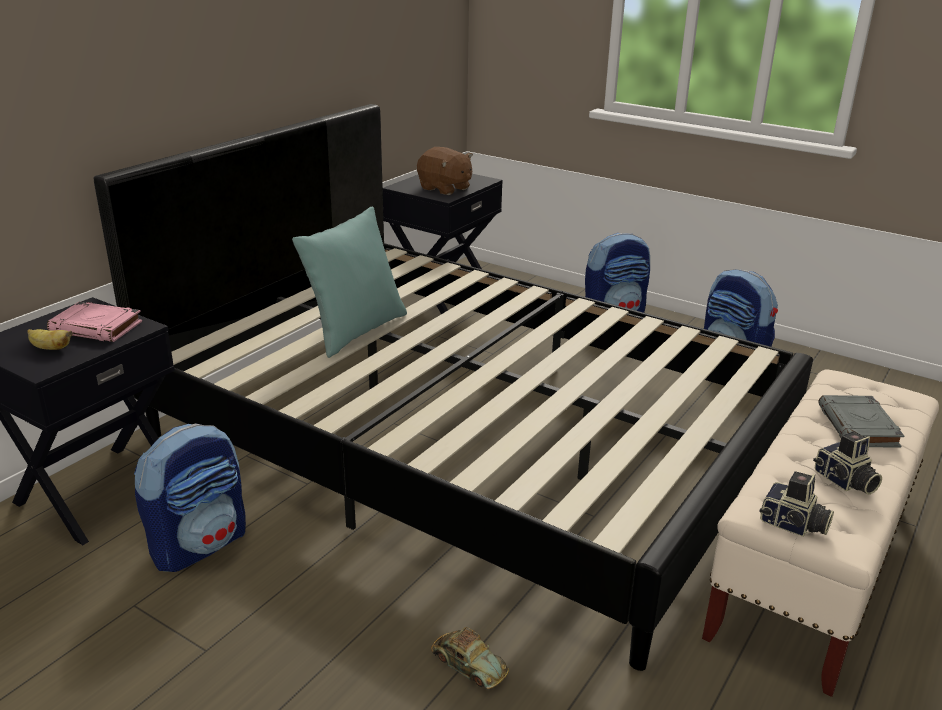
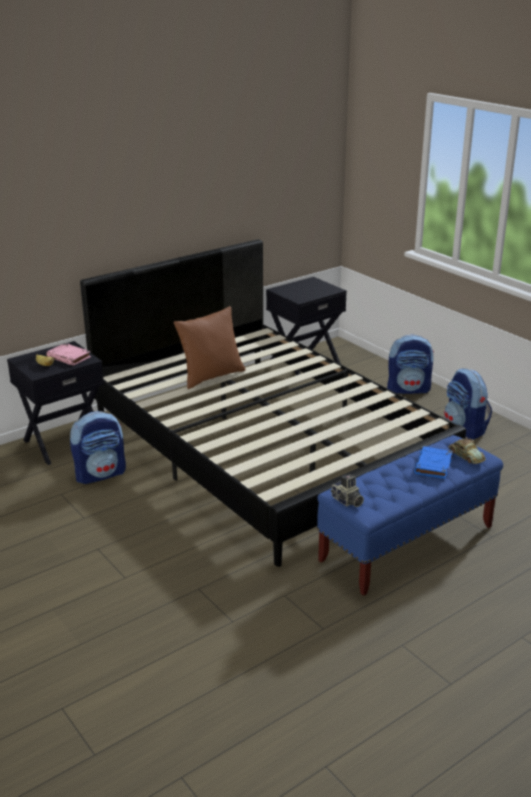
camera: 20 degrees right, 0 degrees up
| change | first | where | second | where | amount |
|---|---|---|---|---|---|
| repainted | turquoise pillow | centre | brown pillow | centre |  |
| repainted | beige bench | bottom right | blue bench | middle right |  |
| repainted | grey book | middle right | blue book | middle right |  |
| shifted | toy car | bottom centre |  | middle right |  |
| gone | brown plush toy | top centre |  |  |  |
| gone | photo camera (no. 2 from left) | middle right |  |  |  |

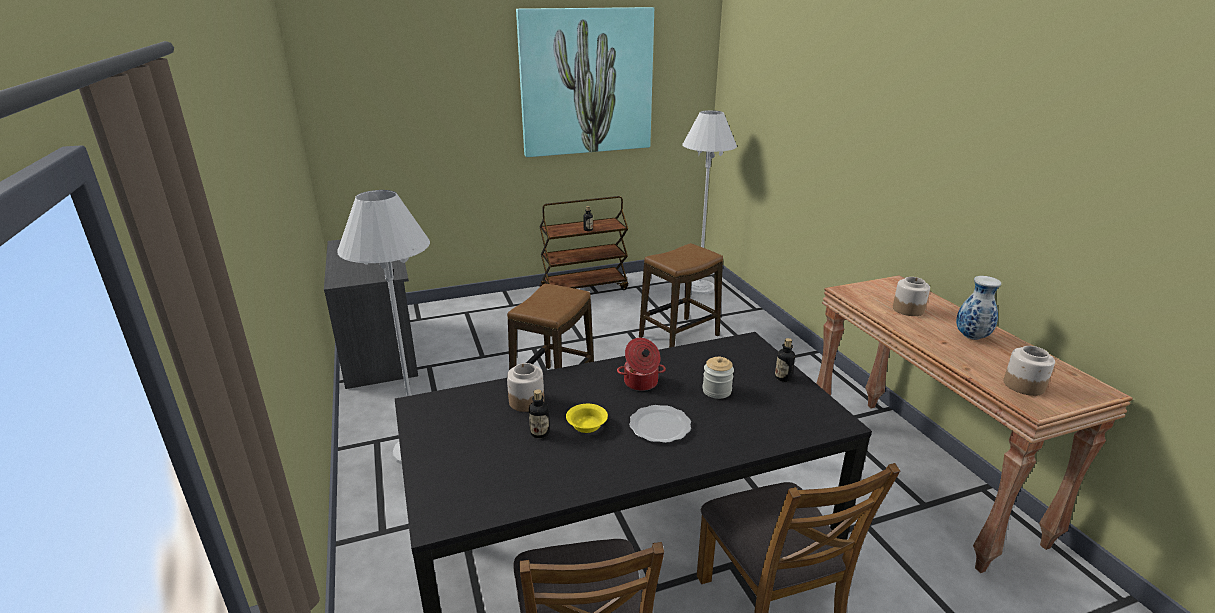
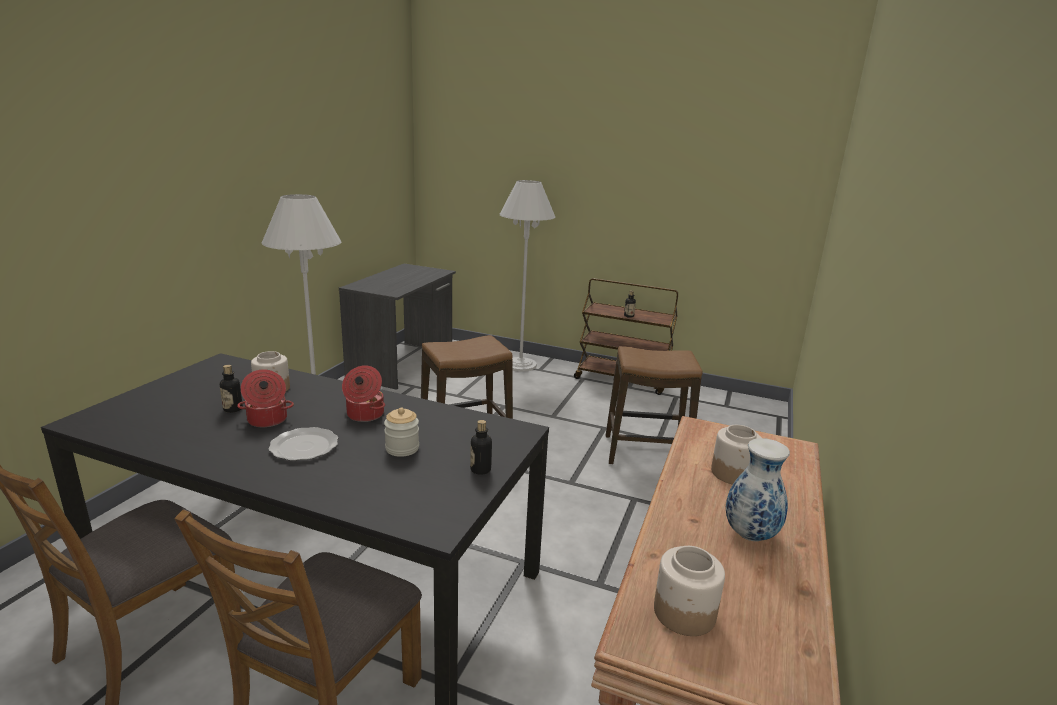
camera: 40 degrees right, 5 degrees down
| change | first | where | second | where | amount |
|---|---|---|---|---|---|
| swapped | yellow bowl | bottom centre | cooking pot (no. 1 from left) | middle left |  |
| shifted | white floor lamp (no. 2 from left) | top centre |  | centre |  |
| gone | picture | top centre |  |  |  |

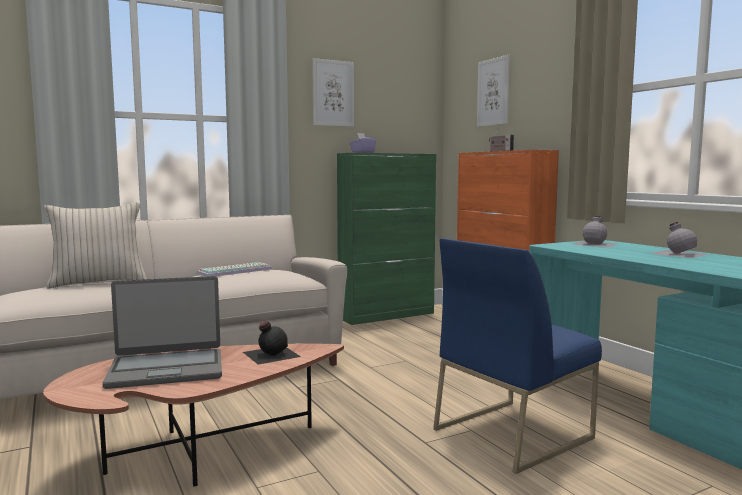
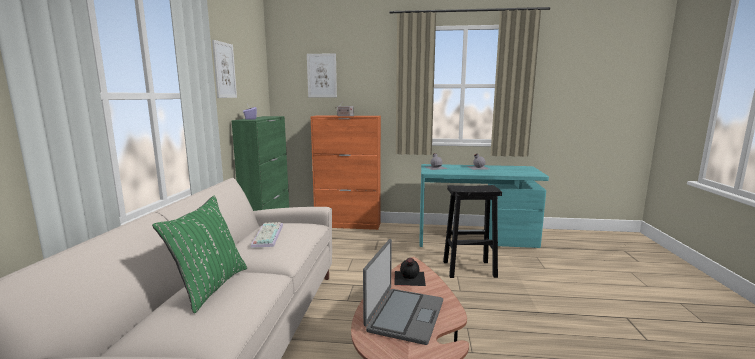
camera: 55 degrees left, 5 degrees up
| change | first | where | second | where | amount |
|---|---|---|---|---|---|
| repainted | beige pillow | middle left | green pillow | bottom left |  |
| swapped | blue chair | bottom right | black stool | centre |  |

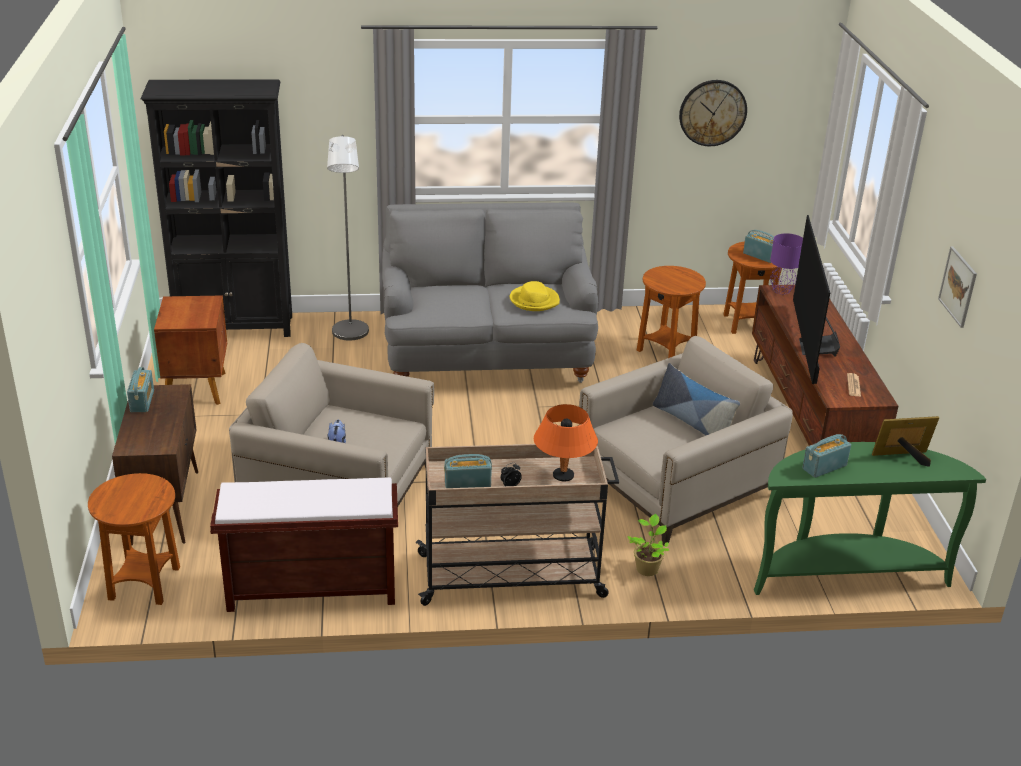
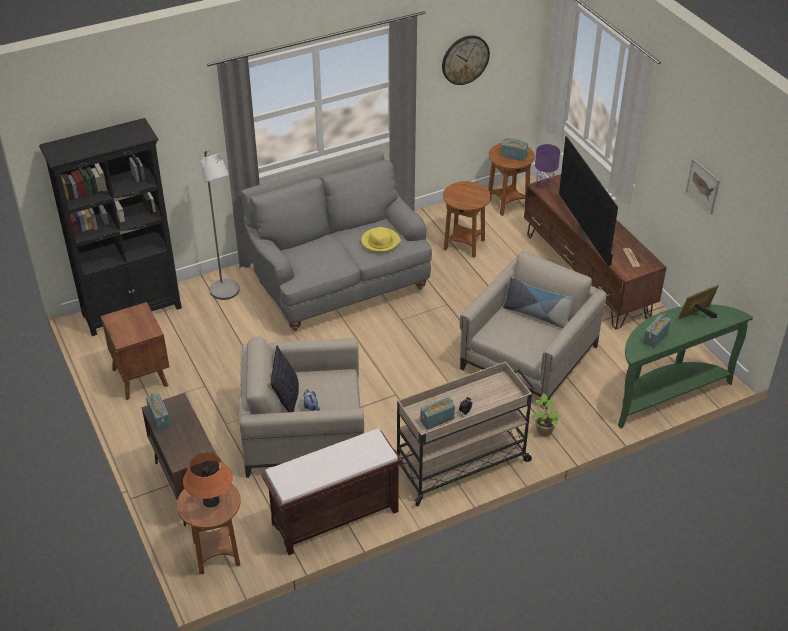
camera: 20 degrees left, 10 degrees up
| change | first | where | second | where | amount |
|---|---|---|---|---|---|
| shifted | orange table lamp | centre |  | bottom left |  |
| new |  |  | pillow (no. 1 from left) | centre |  |

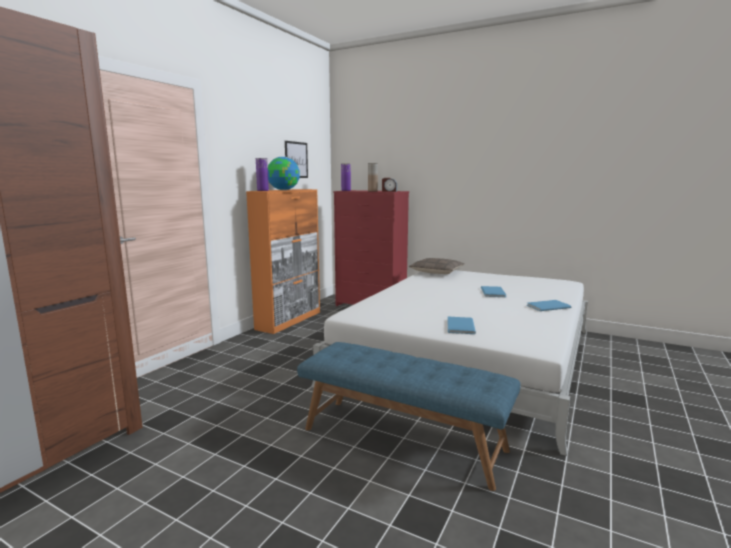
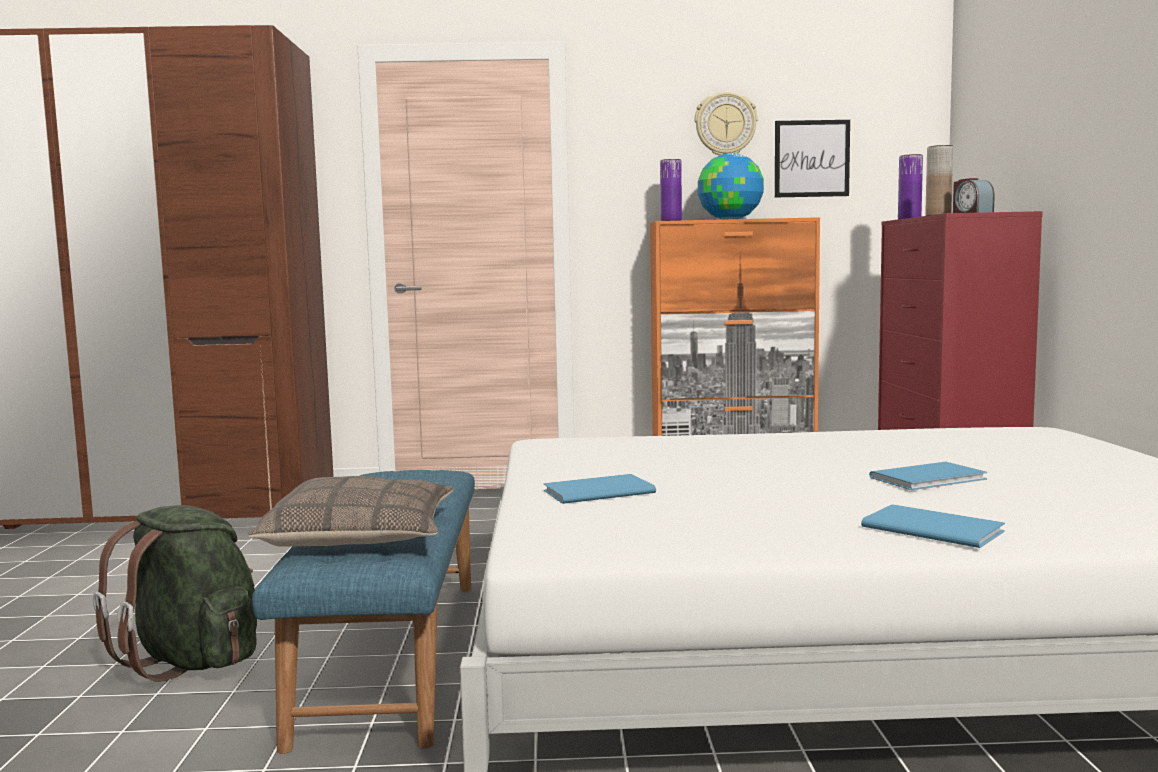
camera: 60 degrees right, 5 degrees down
| change | first | where | second | where | amount |
|---|---|---|---|---|---|
| new |  |  | green backpack | bottom left |  |
| shifted | pillow | centre |  | middle left |  |
| new |  |  | wall clock | top centre |  |

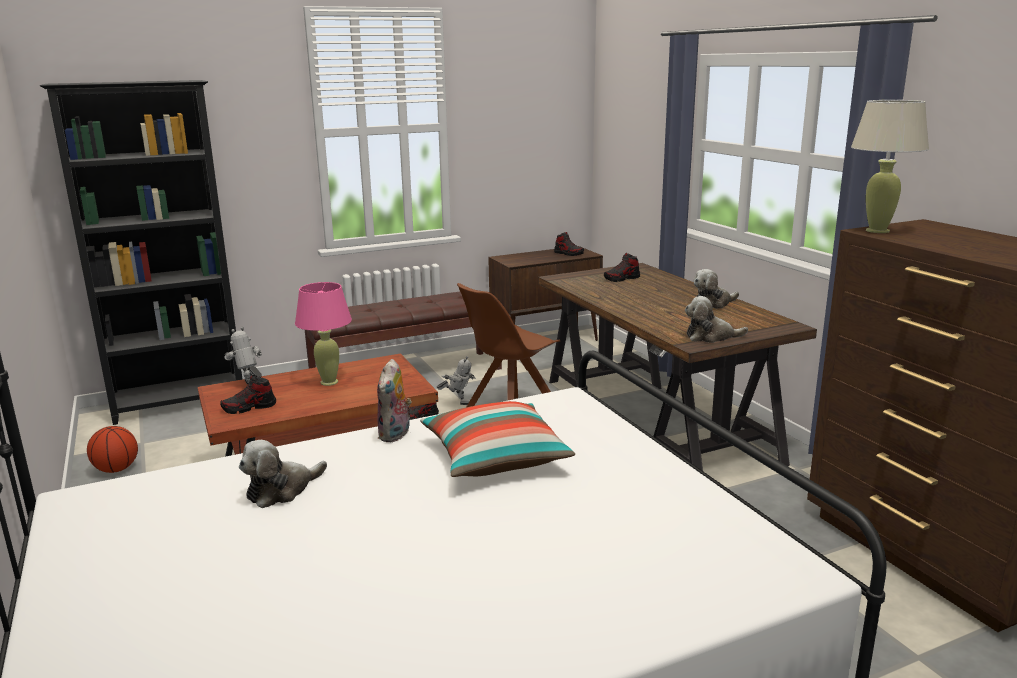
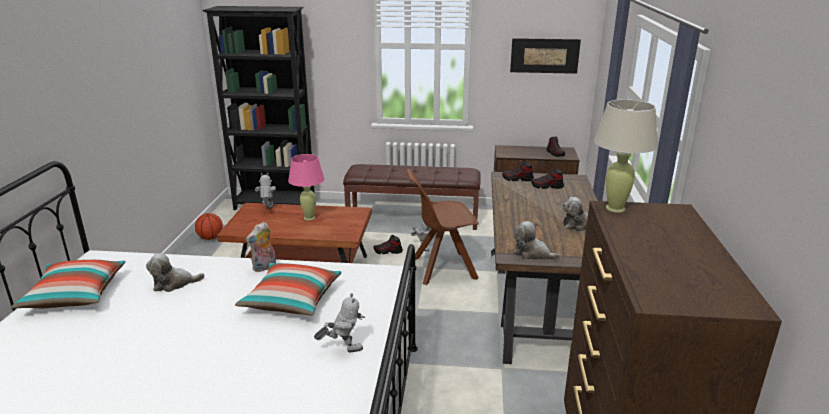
camera: 30 degrees right, 5 degrees up
| change | first | where | second | where | amount |
|---|---|---|---|---|---|
| new |  |  | pillow (no. 1 from left) | bottom left |  |
| new |  |  | toy robot (no. 2 from left) | bottom centre |  |
| shifted | shoe (no. 1 from left in the first image) | middle left | shoe (no. 2 from left) | centre |  |
| new |  |  | picture | top centre |  |

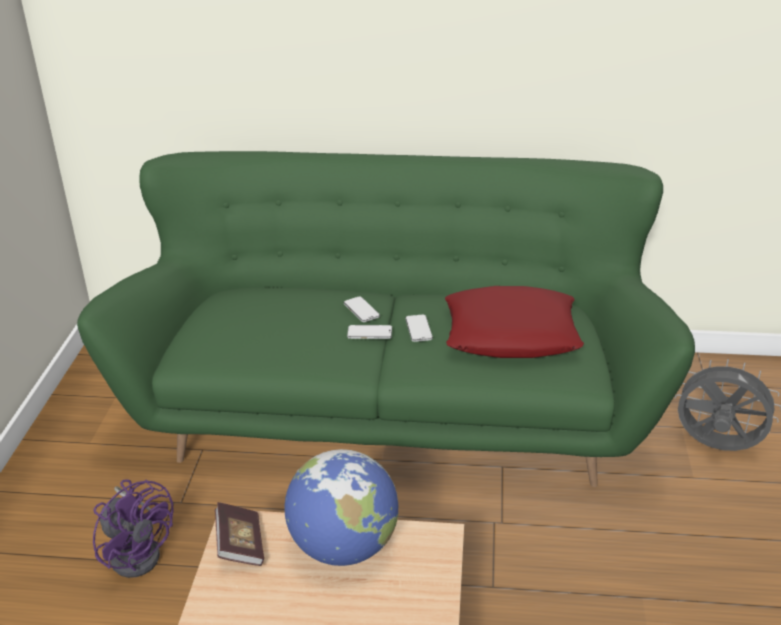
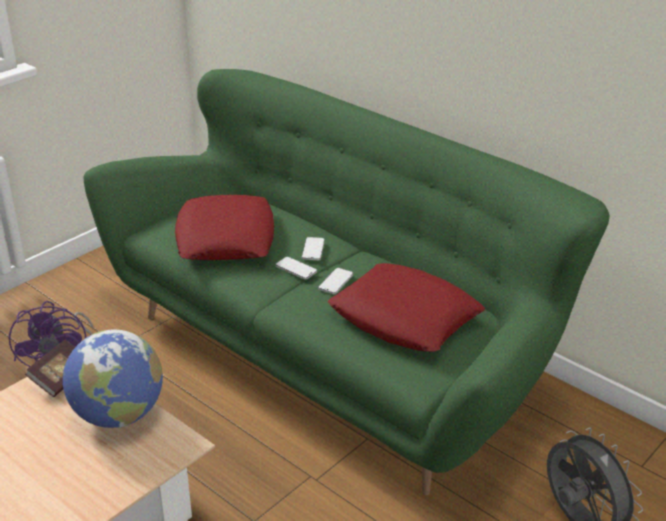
camera: 35 degrees right, 0 degrees up
| change | first | where | second | where | amount |
|---|---|---|---|---|---|
| new |  |  | red pillow (no. 1 from left) | centre |  |

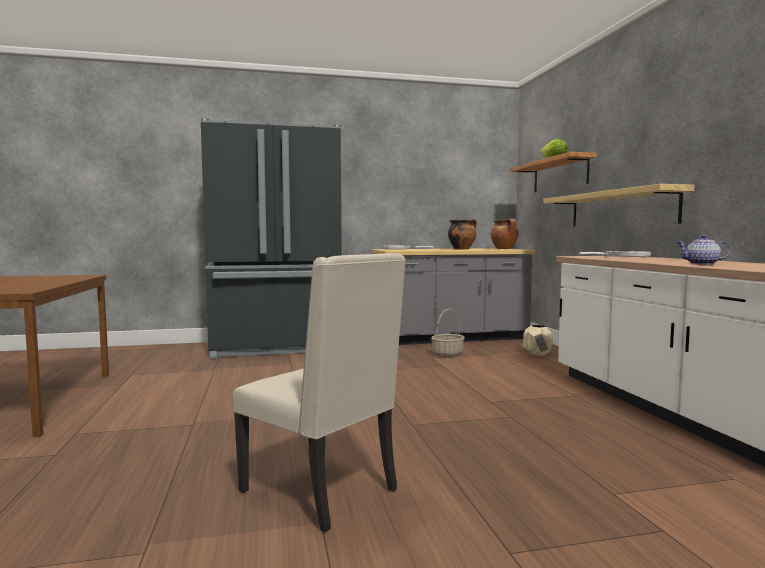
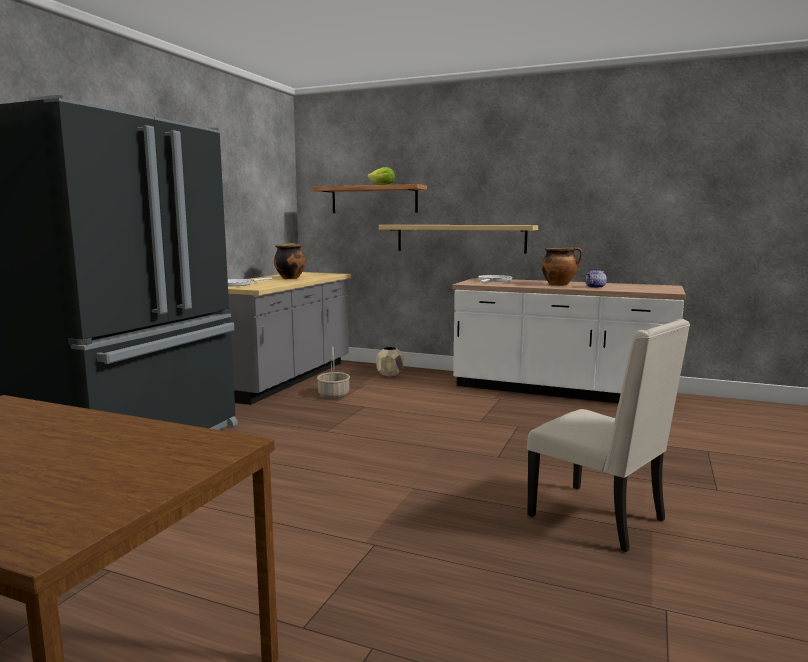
camera: 55 degrees left, 5 degrees up
| change | first | where | second | where | amount |
|---|---|---|---|---|---|
| rotated | beige chair | bottom centre |  | middle right | 60 degrees clockwise |
| shifted | cooking pot (no. 2 from left) | centre |  | middle right |  |

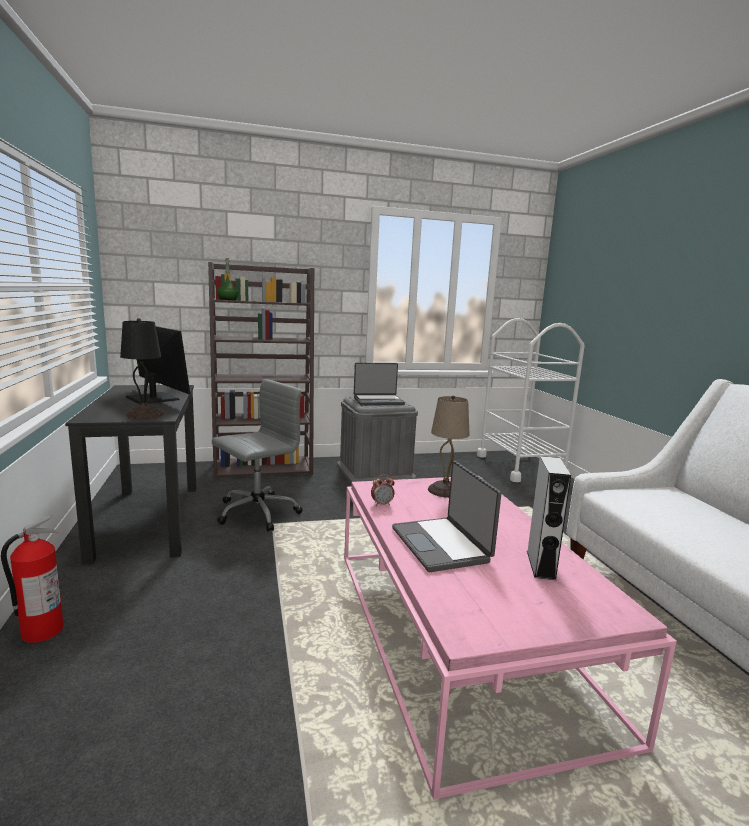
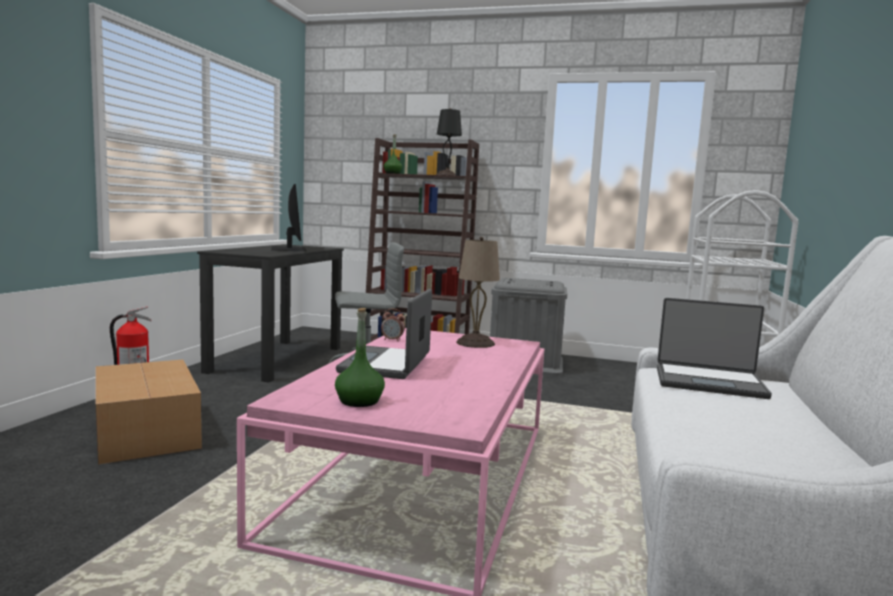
camera: 30 degrees right, 5 degrees down
| change | first | where | second | where | amount |
|---|---|---|---|---|---|
| new |  |  | cardboard box | bottom left |  |
| new |  |  | green bottle (no. 1 from left) | centre |  |
| shifted | black table lamp | middle left |  | top centre |  |
| shifted | laptop (no. 1 from left in the first image) | centre | laptop (no. 2 from left) | middle right |  |
| gone | grey speaker | middle right |  |  |  |

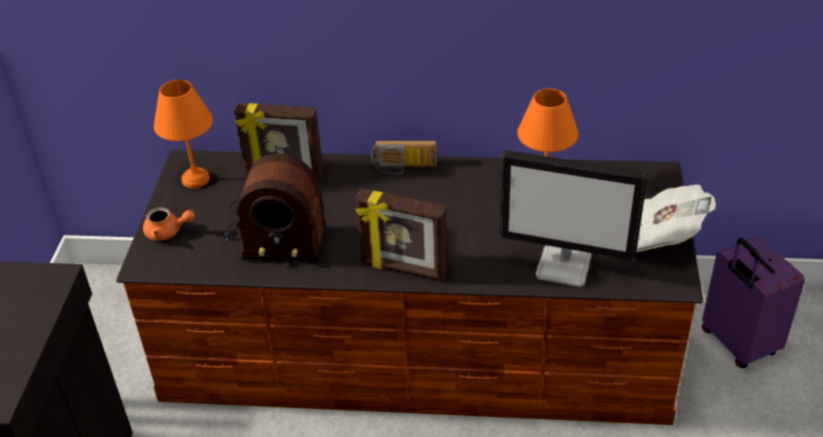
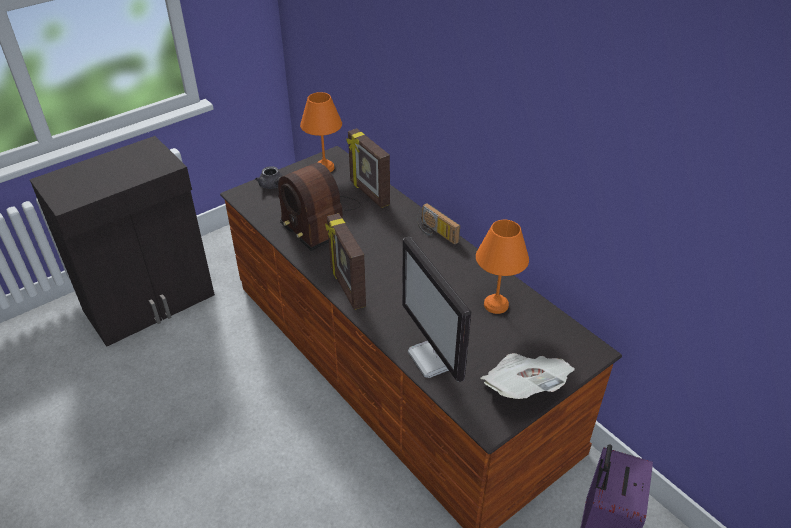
camera: 45 degrees right, 0 degrees up
| change | first | where | second | where | amount |
|---|---|---|---|---|---|
| repainted | orange teapot | middle left | grey teapot | centre |  |

